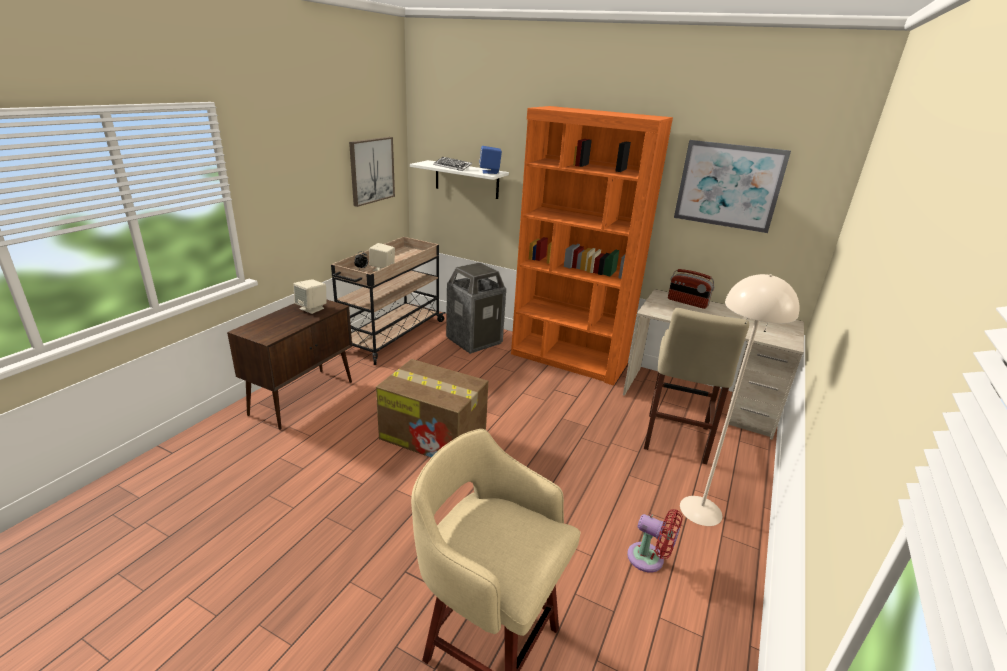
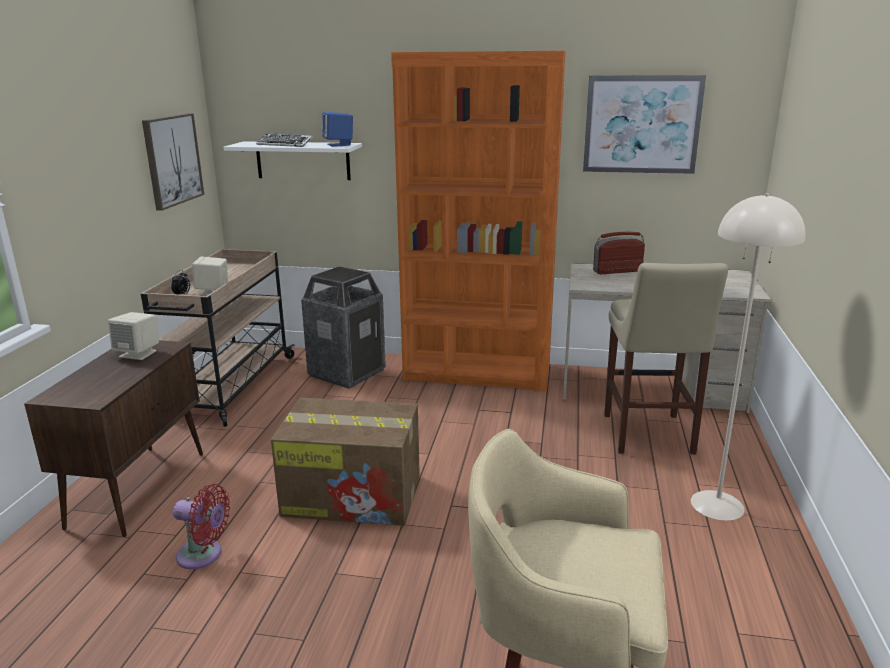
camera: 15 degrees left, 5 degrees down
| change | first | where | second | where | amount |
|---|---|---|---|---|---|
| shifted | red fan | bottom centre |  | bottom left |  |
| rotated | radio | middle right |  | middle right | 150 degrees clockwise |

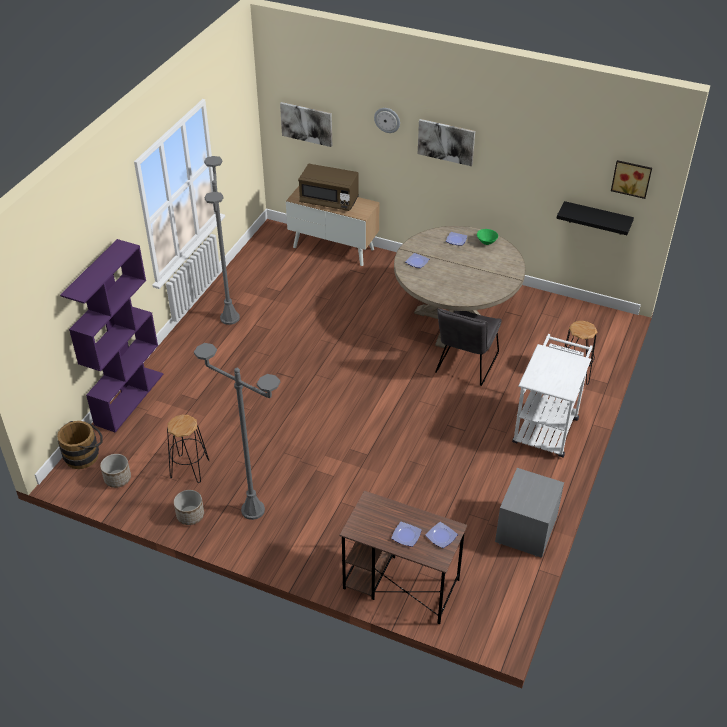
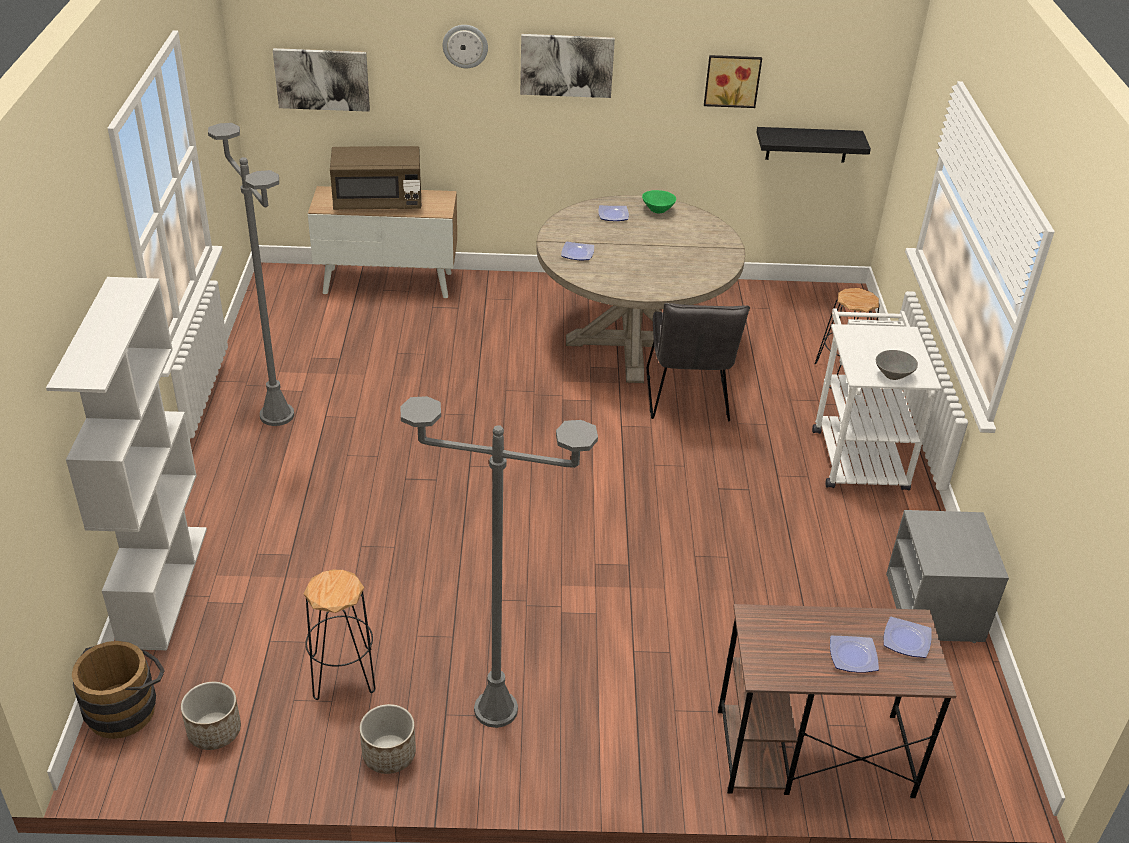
camera: 25 degrees left, 5 degrees down
| change | first | where | second | where | amount |
|---|---|---|---|---|---|
| repainted | purple bookcase | middle left | white bookcase | middle left |  |
| shifted | picture (no. 3 from left) | top right |  | top centre |  |
| new |  |  | grey bowl | middle right |  |

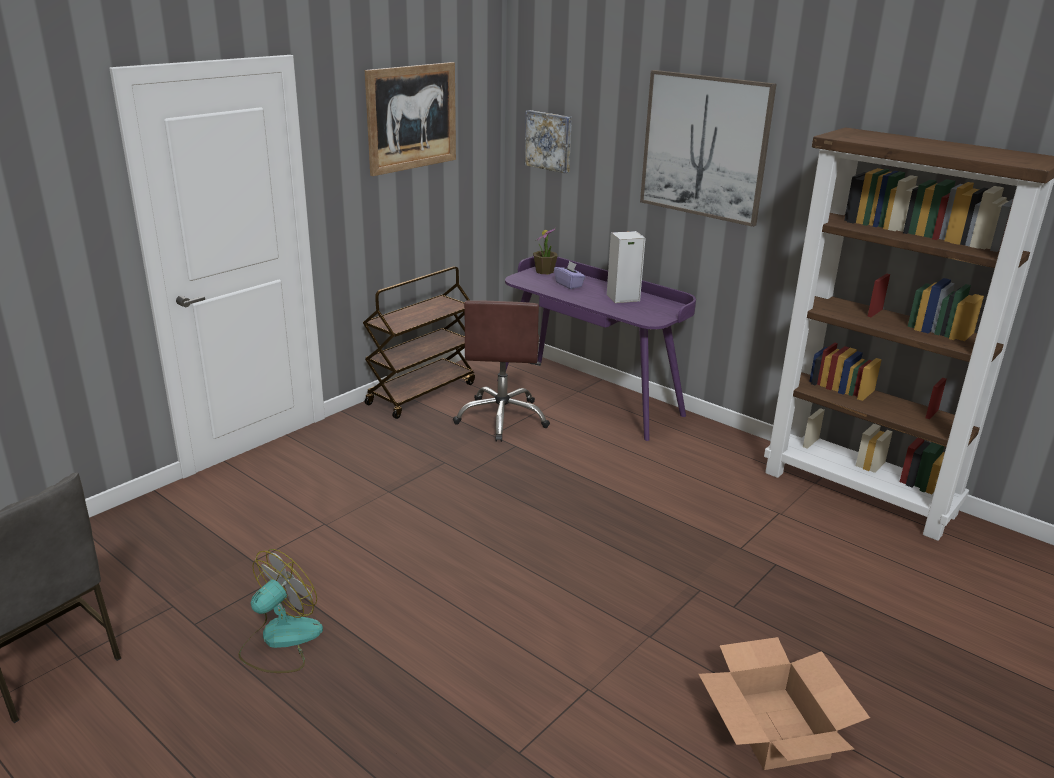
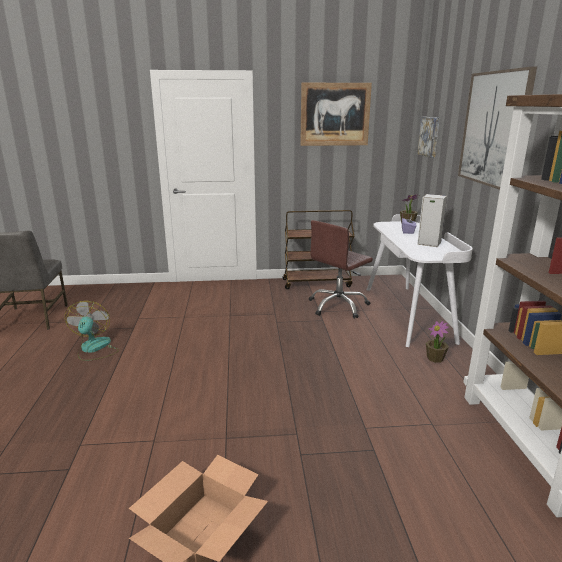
camera: 45 degrees right, 5 degrees down
| change | first | where | second | where | amount |
|---|---|---|---|---|---|
| rotated | fan | bottom left |  | middle left | 90 degrees counterclockwise |
| repainted | purple desk | centre | white desk | middle right |  |
| new |  |  | potted plant (no. 2 from left) | middle right |  |

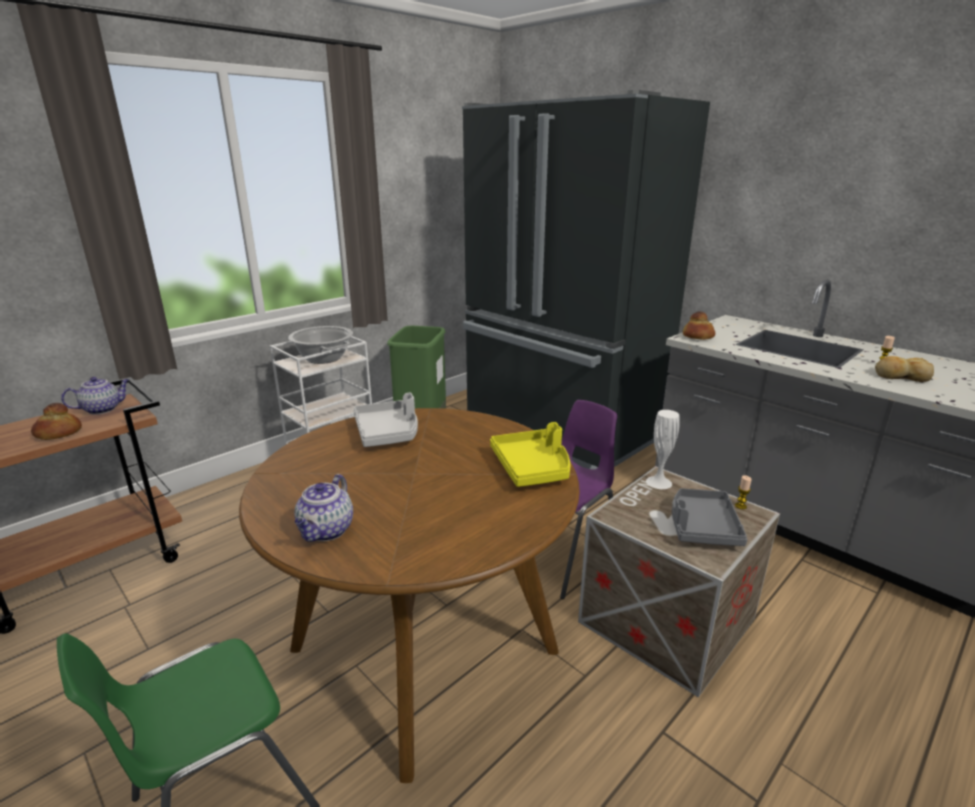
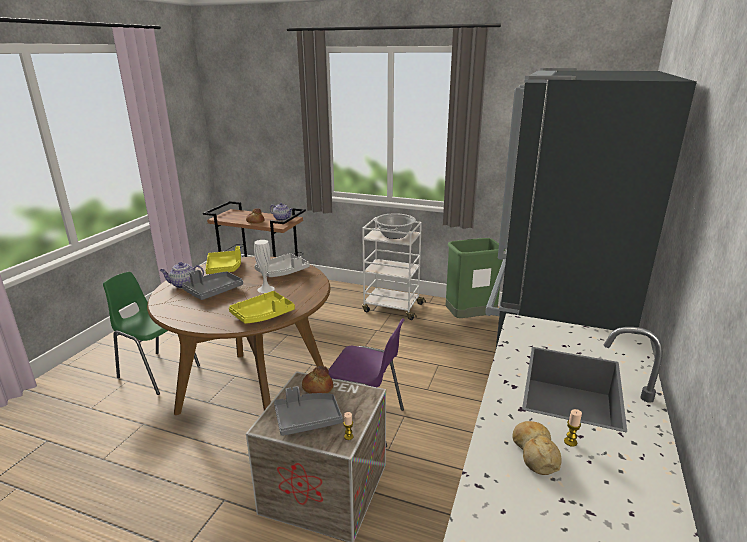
camera: 65 degrees right, 0 degrees up
| change | first | where | second | where | amount |
|---|---|---|---|---|---|
| new |  |  | grey tray (no. 1 from left) | middle left |  |
| new |  |  | yellow tray (no. 1 from left) | middle left |  |
| shifted | white vase | middle right |  | centre |  |
| shifted | bread (no. 2 from left) | middle right |  | bottom centre |  |

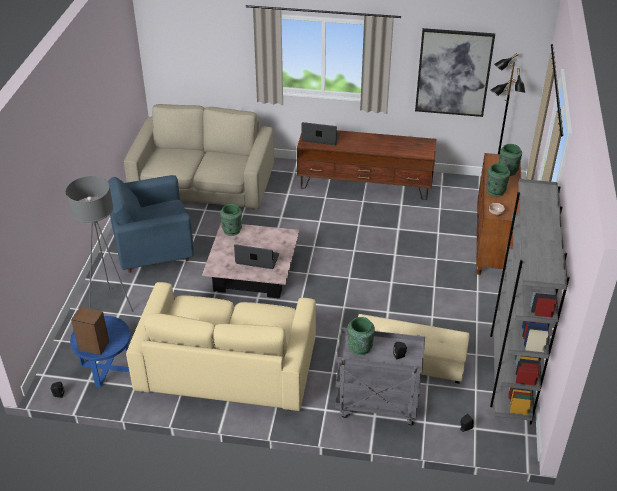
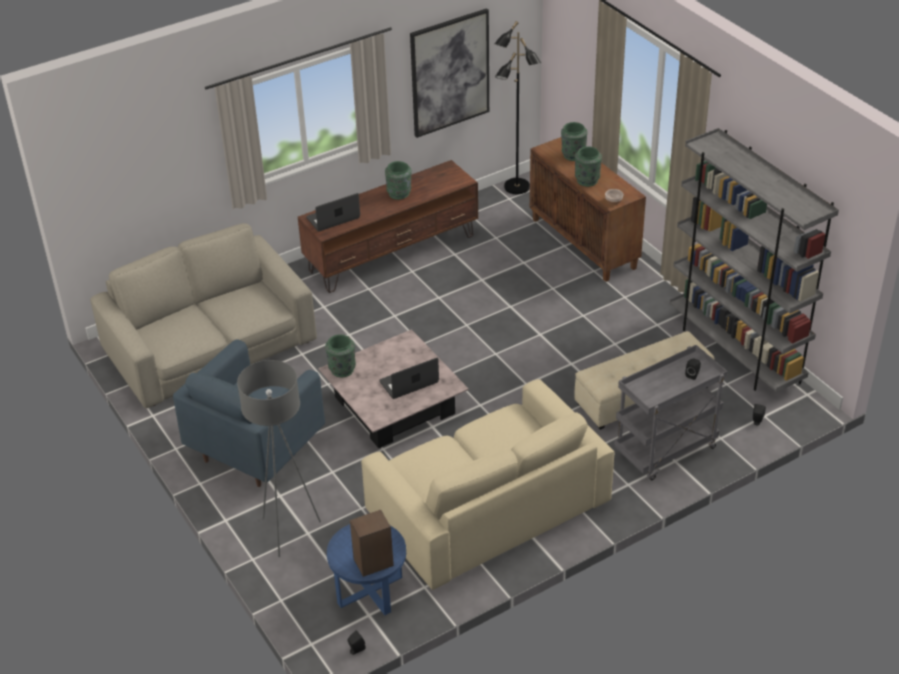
camera: 40 degrees left, 0 degrees up
| change | first | where | second | where | amount |
|---|---|---|---|---|---|
| shifted | green vase (no. 2 from left) | bottom centre |  | top centre |  |

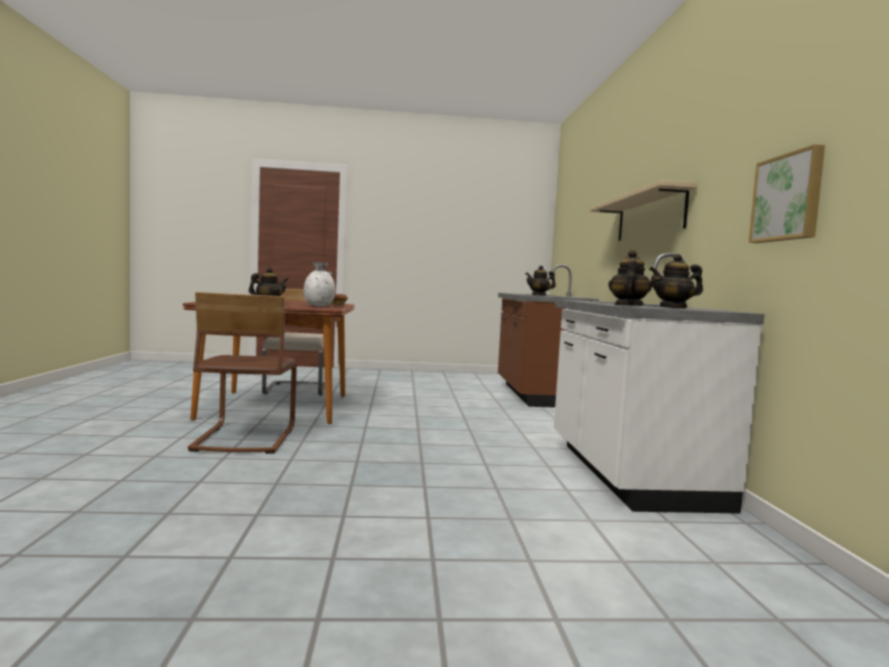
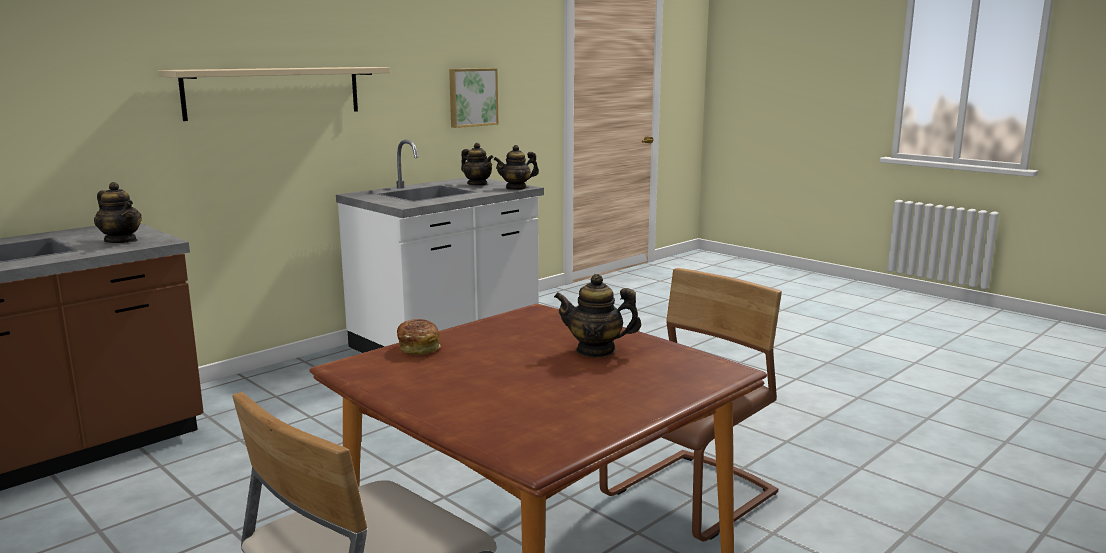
camera: 130 degrees left, 10 degrees up
| change | first | where | second | where | amount |
|---|---|---|---|---|---|
| gone | white vase | centre |  |  |  |

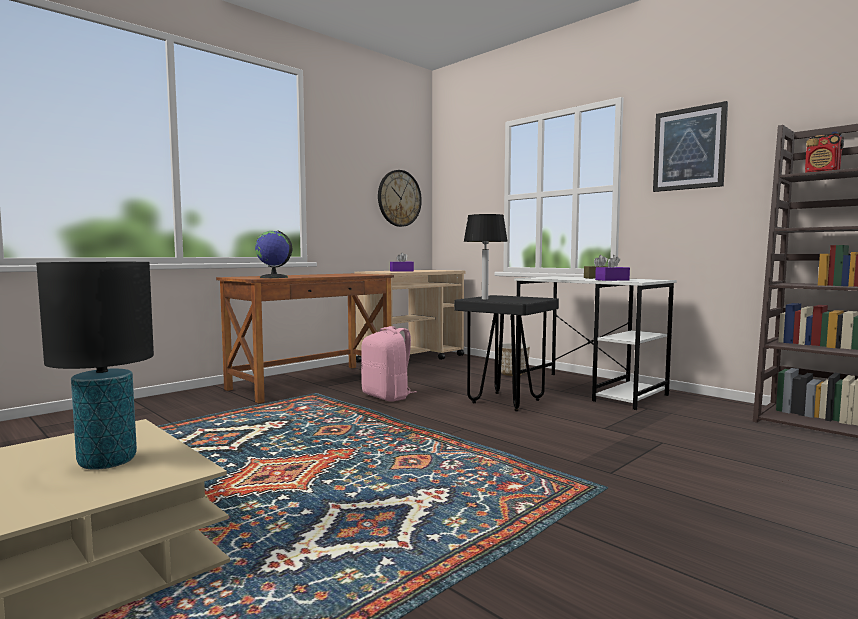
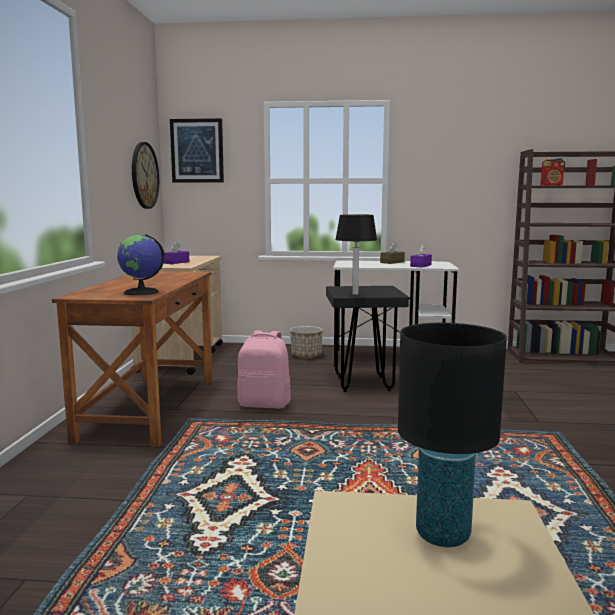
camera: 40 degrees left, 5 degrees up
| change | first | where | second | where | amount |
|---|---|---|---|---|---|
| shifted | picture | top right |  | top left |  |

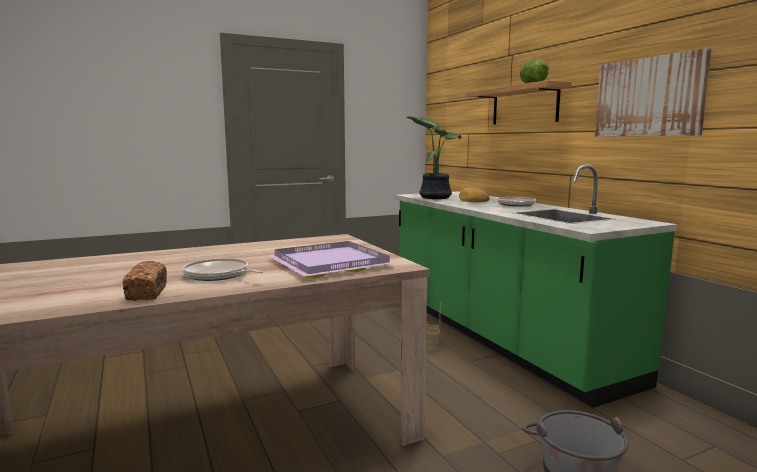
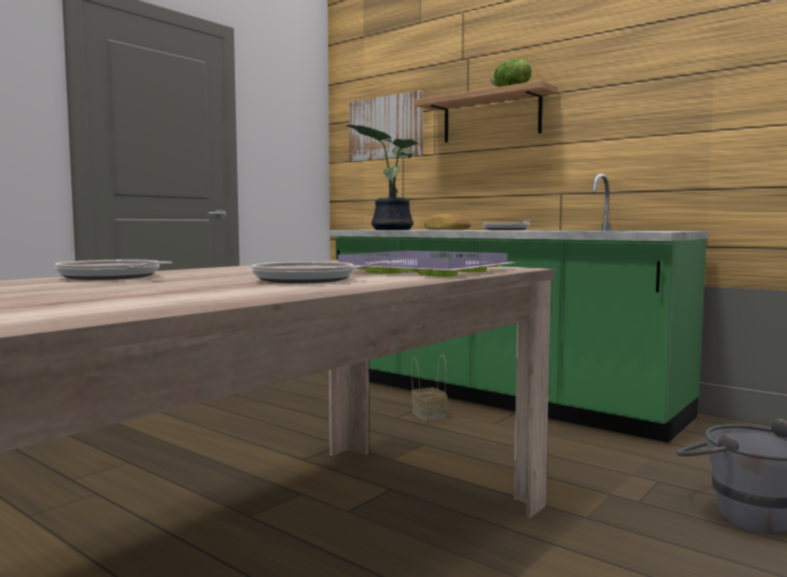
camera: 25 degrees left, 5 degrees down
| change | first | where | second | where | amount |
|---|---|---|---|---|---|
| new |  |  | frying pan (no. 1 from left) | middle left |  |
| shifted | picture | top right |  | top centre |  |
| gone | bread (no. 1 from left) | middle left |  |  |  |

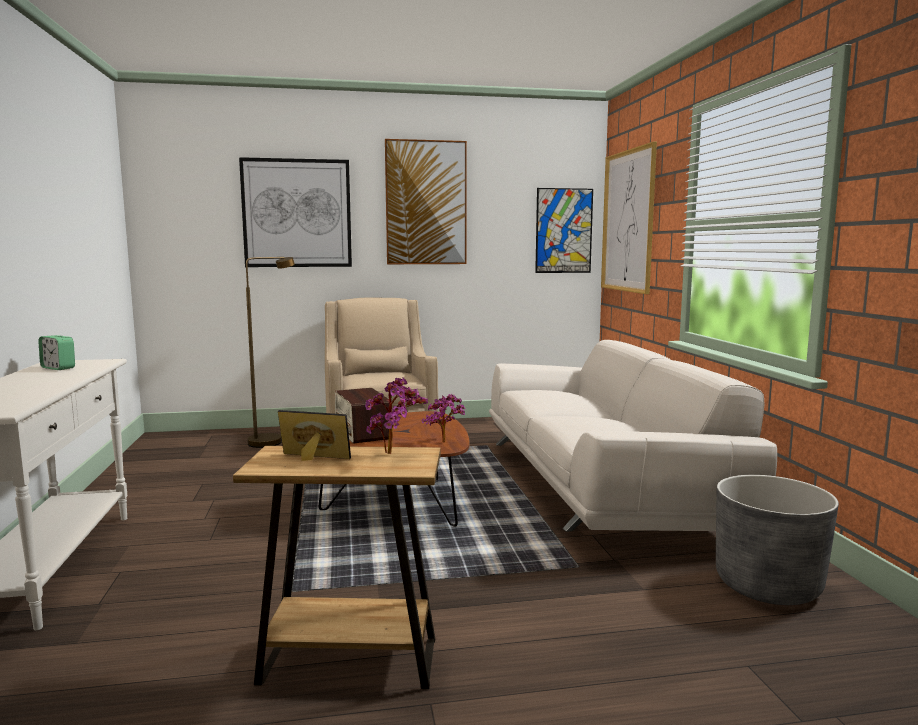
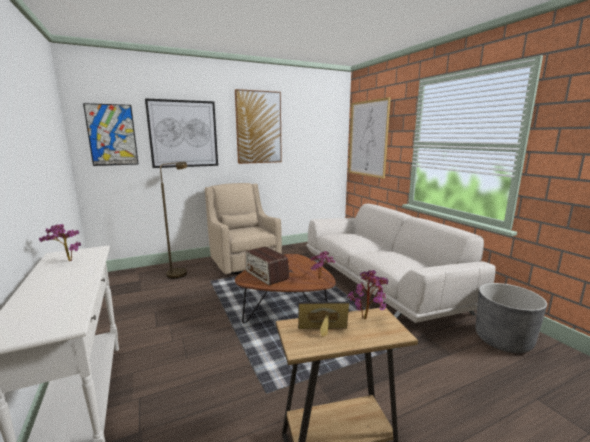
camera: 15 degrees left, 5 degrees up
| change | first | where | second | where | amount |
|---|---|---|---|---|---|
| swapped | alarm clock | middle left | potted plant (no. 1 from left) | middle left |  |
| shifted | picture (no. 3 from left in the first image) | top centre | picture (no. 1 from left) | top left |  |

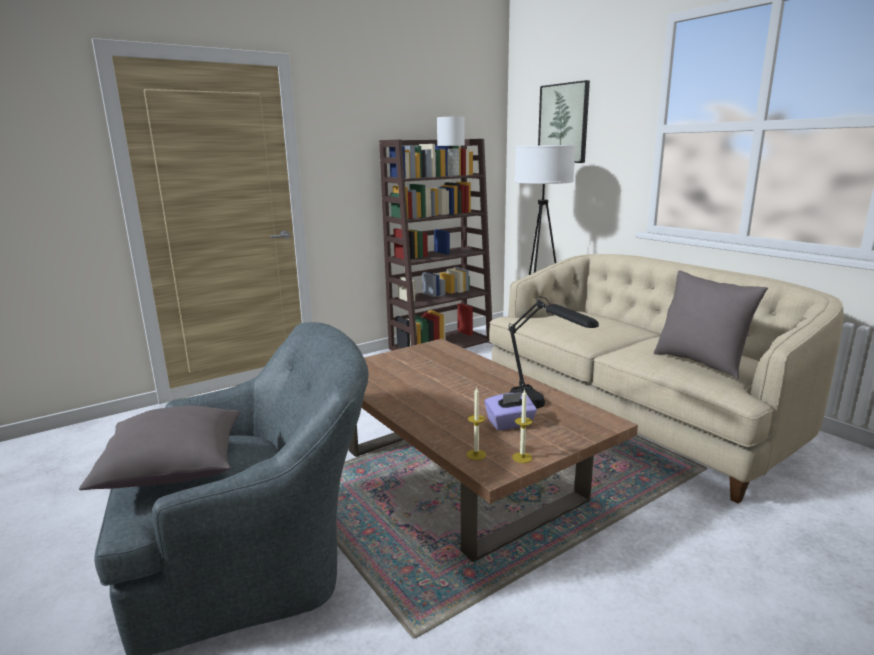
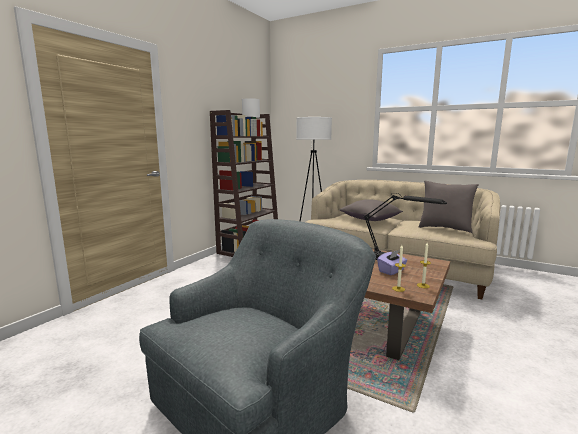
camera: 25 degrees left, 5 degrees down
| change | first | where | second | where | amount |
|---|---|---|---|---|---|
| shifted | grey pillow (no. 1 from left) | bottom left |  | centre |  |
| gone | picture | top centre |  |  |  |

